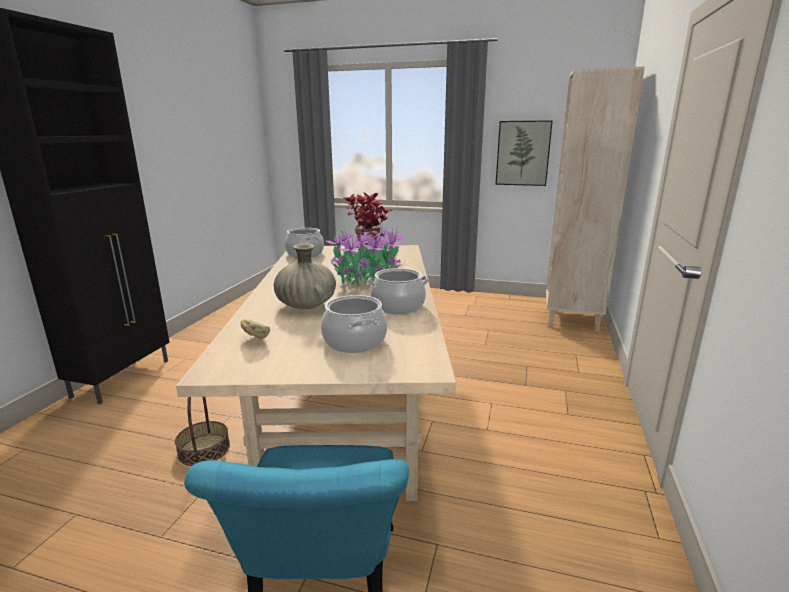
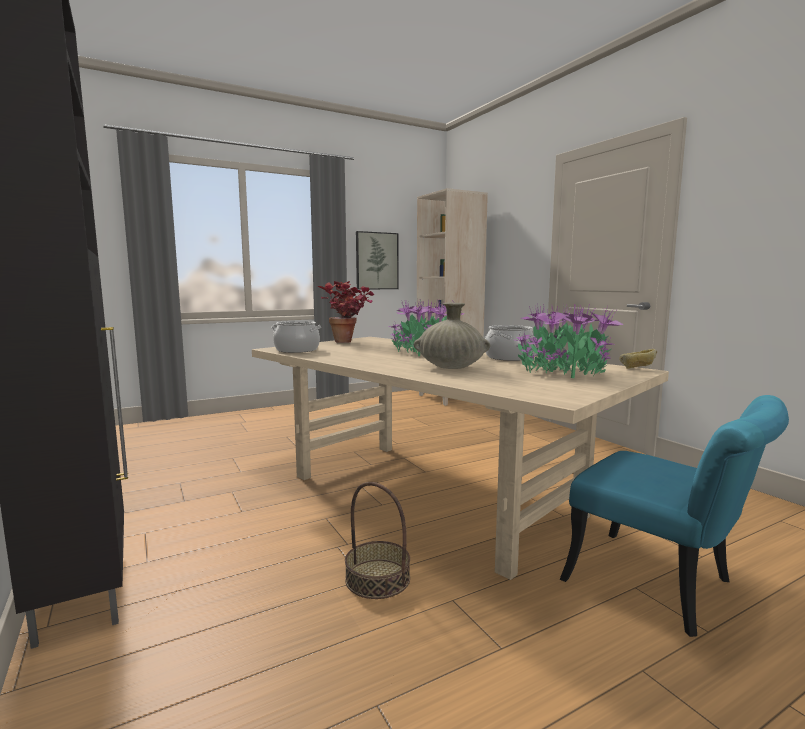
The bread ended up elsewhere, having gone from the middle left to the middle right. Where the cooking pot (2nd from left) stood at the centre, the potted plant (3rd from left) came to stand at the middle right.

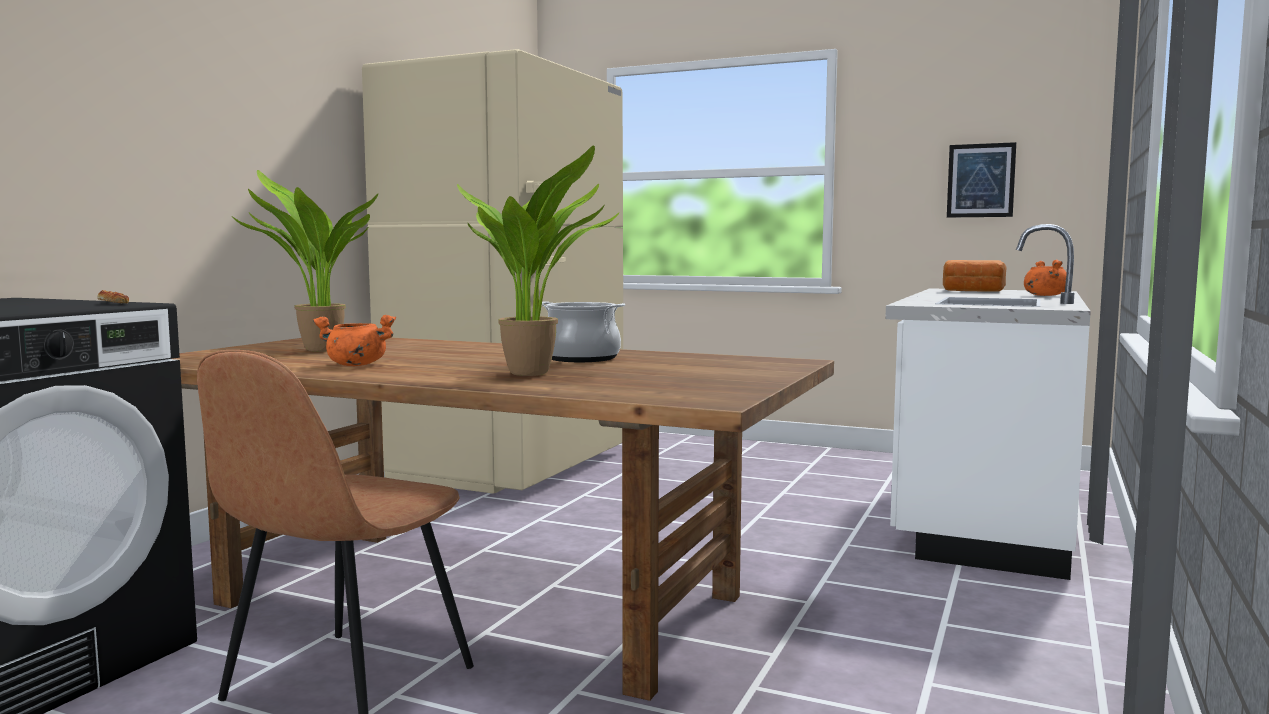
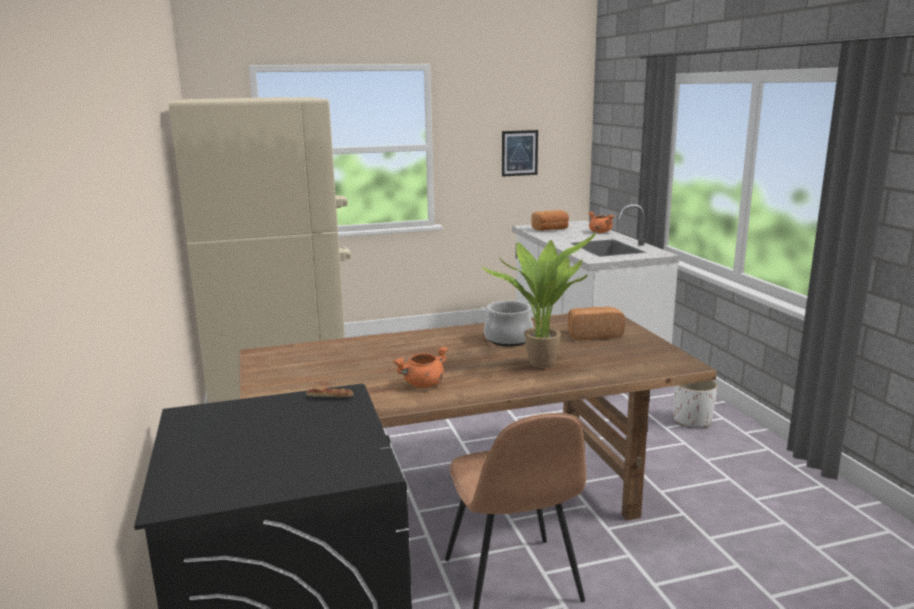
The second view lost the potted plant (1st from left) at the middle left. The second view gained the bread (3rd from left) at the centre. The second view gained the white planter at the middle right.

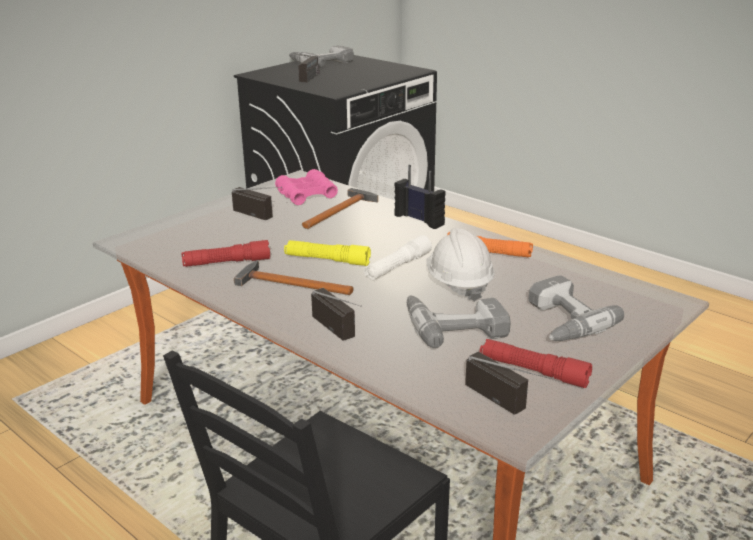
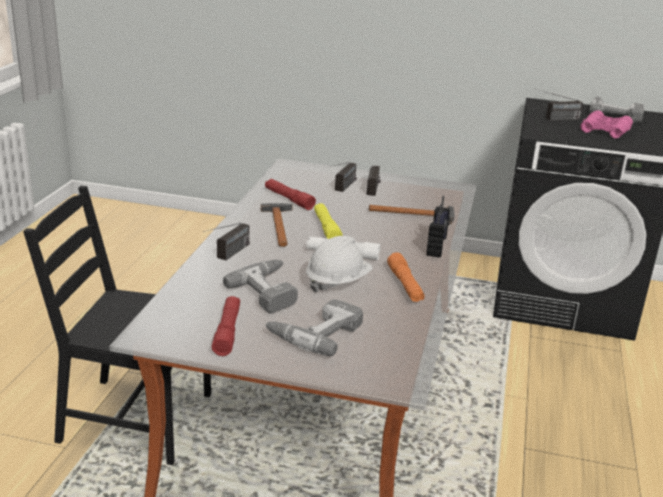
The pink binoculars ended up elsewhere, having gone from the centre to the top right. The radio (5th from left in the first image) ended up elsewhere, having gone from the bottom right to the centre.

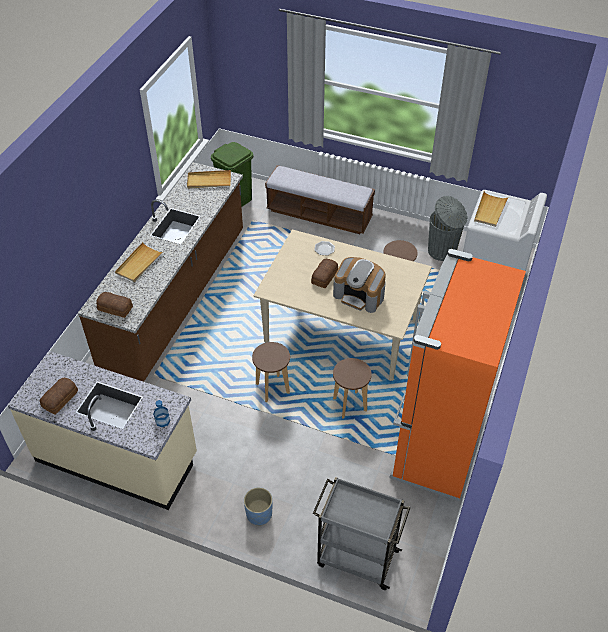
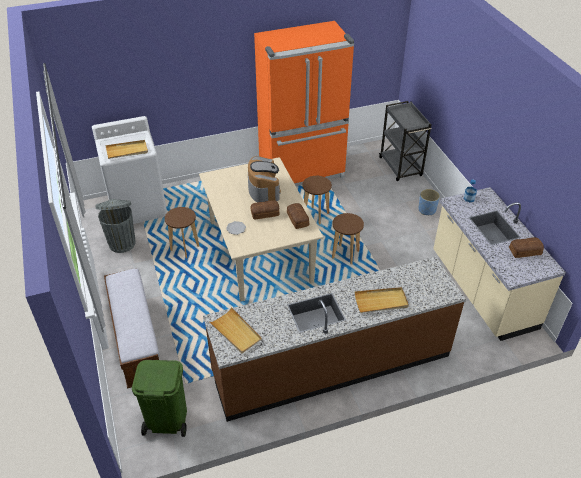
The bread (2nd from left) ended up elsewhere, having gone from the middle left to the centre.

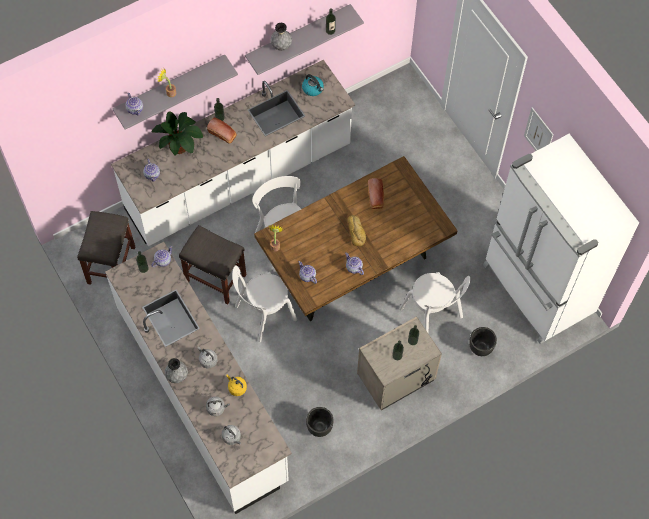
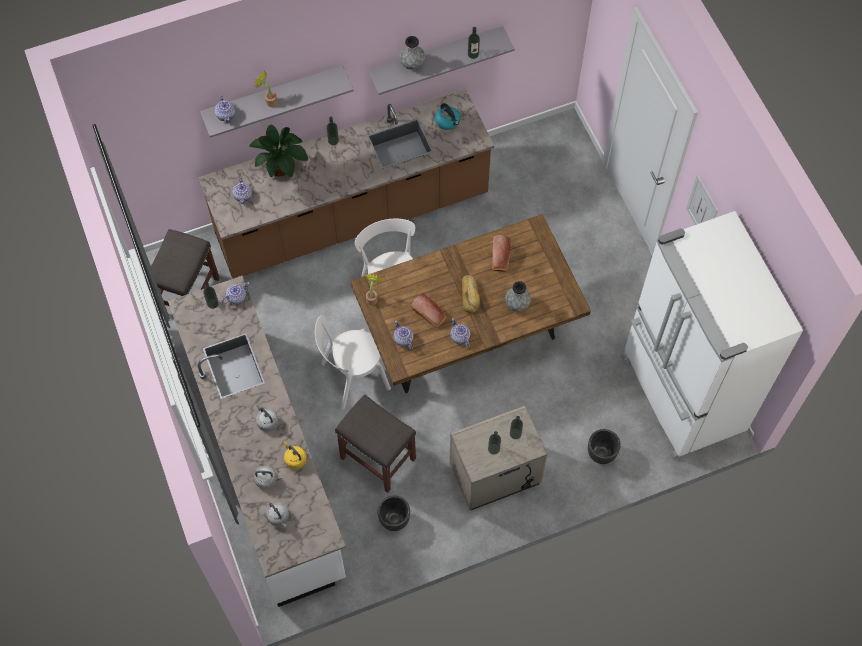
What was the white counter (2nd from left) at the top centre turned into the brown counter at the top centre. The grey vase (1st from left in the first image) ended up elsewhere, having gone from the bottom left to the centre. The grey stool (2nd from left) ended up elsewhere, having gone from the middle left to the bottom centre. The bread (1st from left) ended up elsewhere, having gone from the top centre to the centre. The second view lost the white chair (3rd from left) at the middle right.

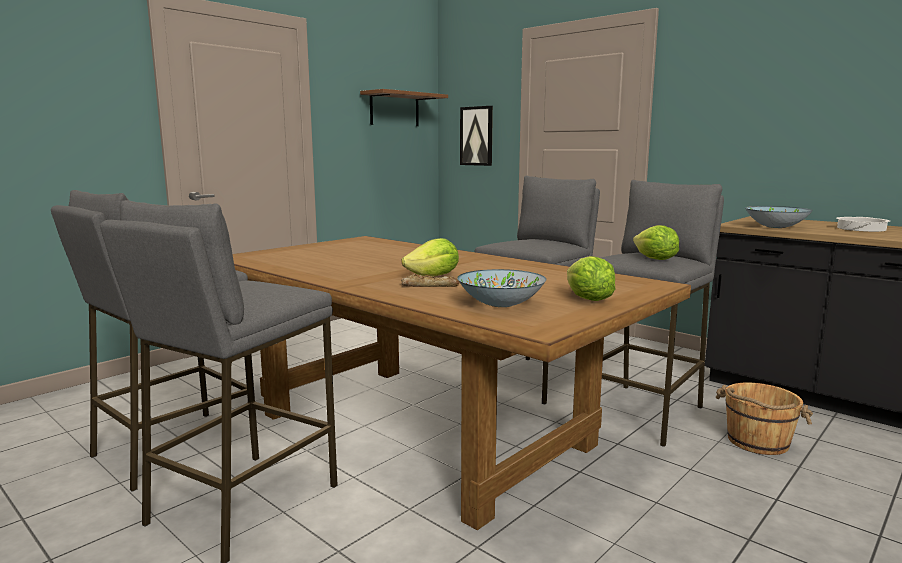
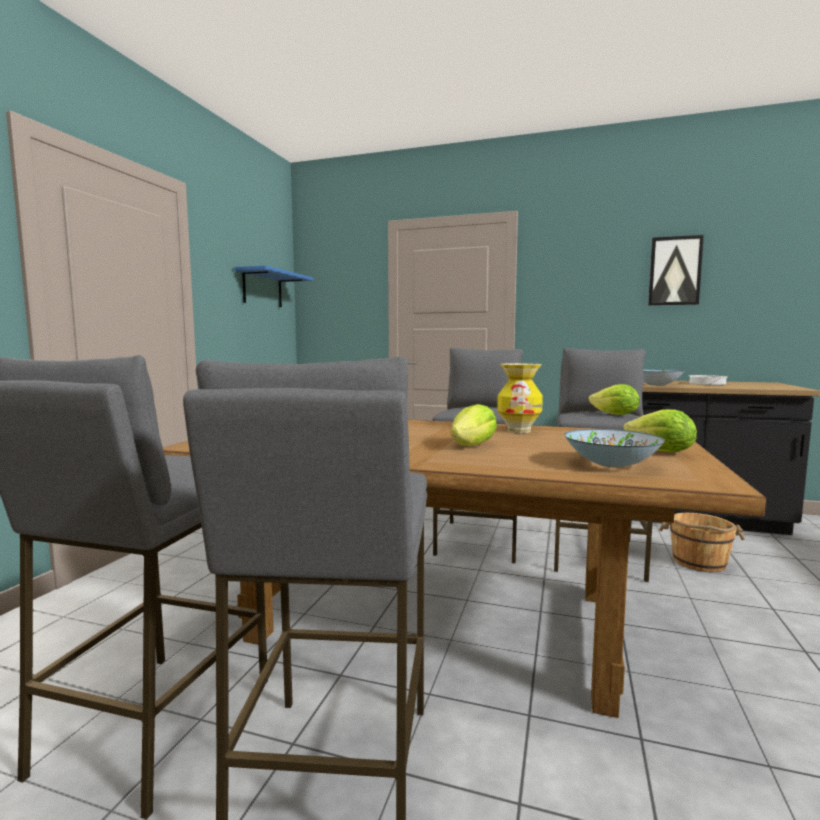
What was the brown shelf at the top centre turned into the blue shelf at the middle left. The second view lost the bread at the centre. The picture ended up elsewhere, having gone from the top centre to the top right. The second view gained the vase at the centre.

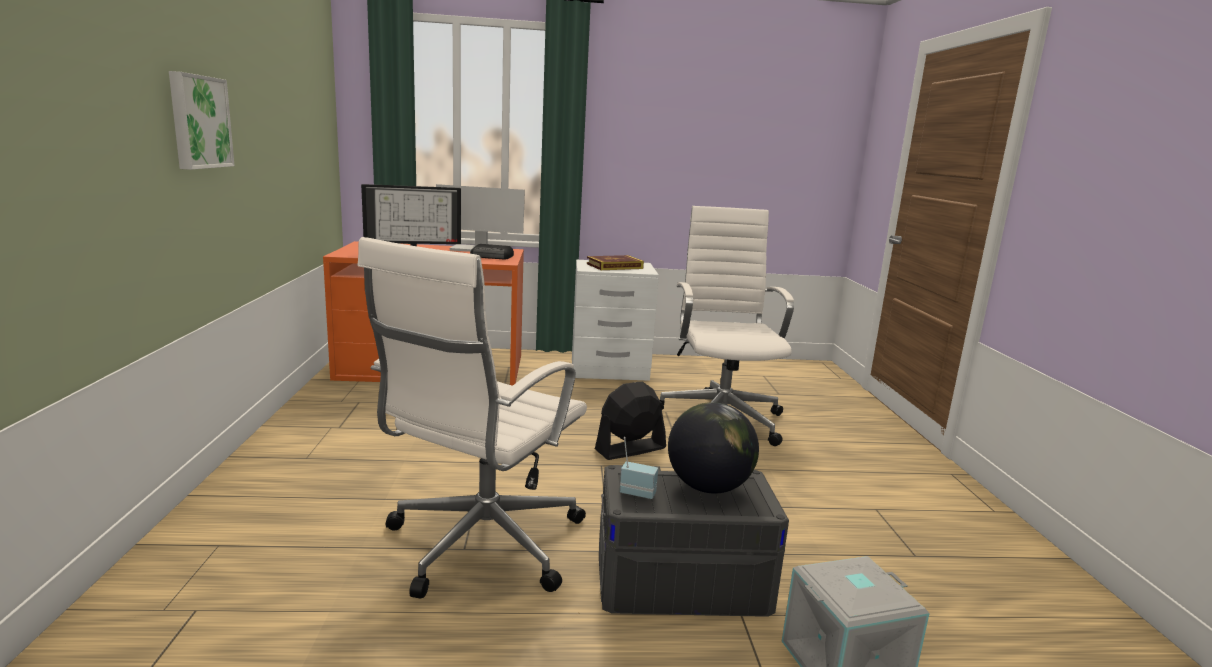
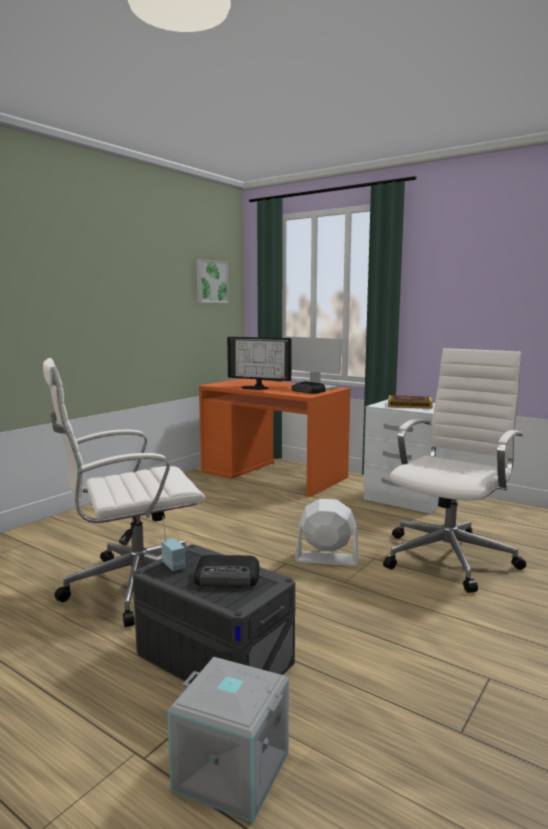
The picture ended up elsewhere, having gone from the top left to the centre. What was the black fan at the centre turned into the white fan at the centre. Where the globe stood at the bottom centre, the radio (2nd from left) came to stand at the bottom centre.

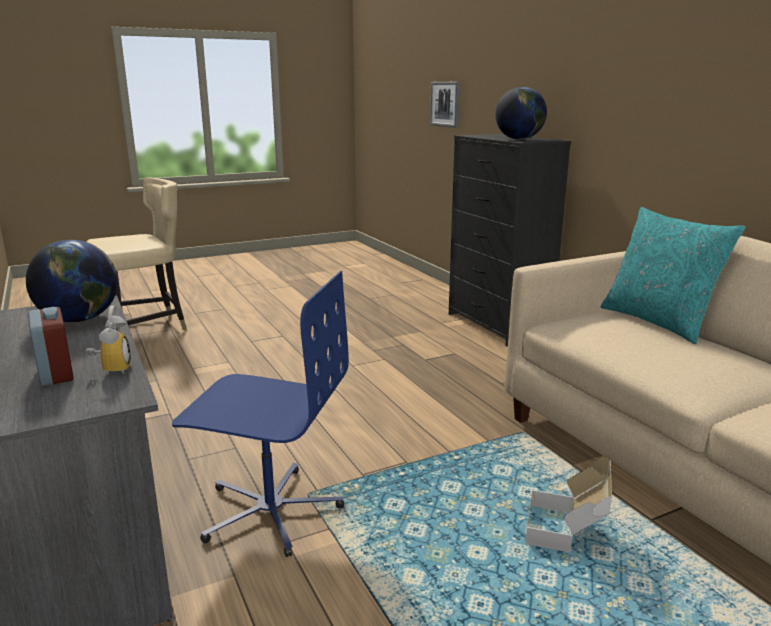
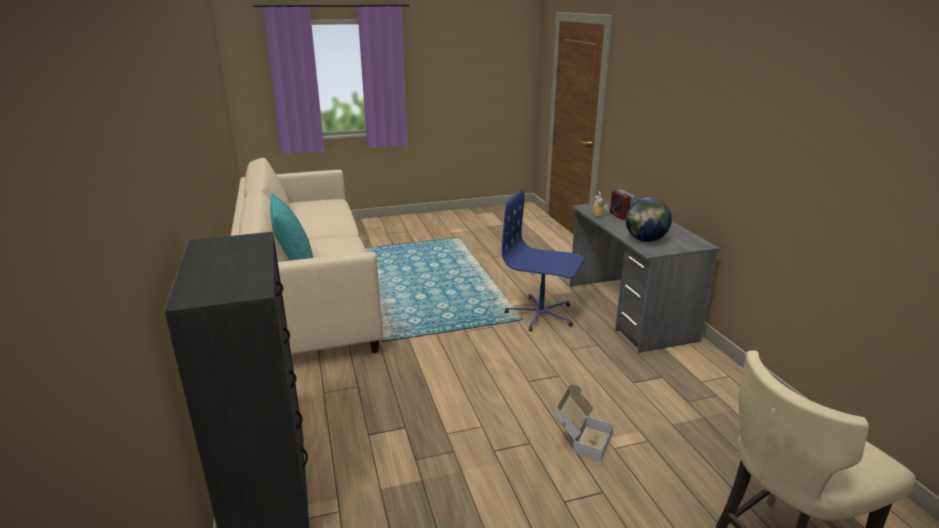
The second view lost the picture at the top centre. The second view lost the globe (2nd from left) at the top right. The cardboard box ended up elsewhere, having gone from the bottom right to the bottom centre.

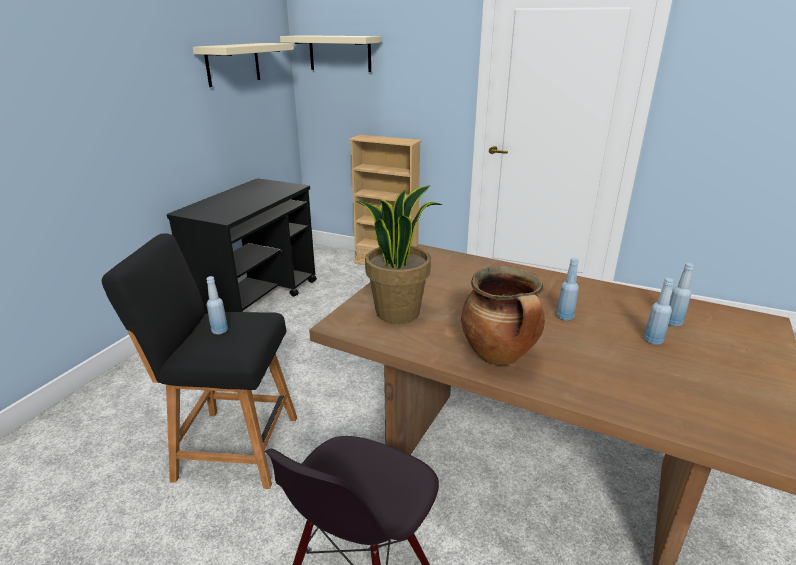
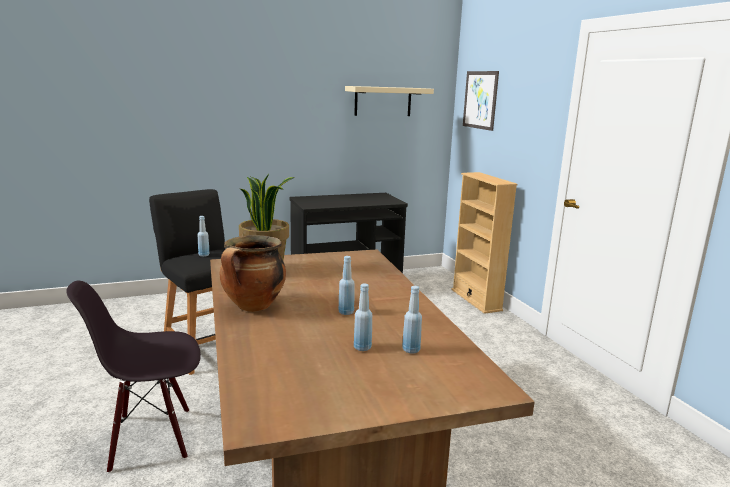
Where the beige shelf (2nd from left) hung at the top centre, the picture came to hang at the top centre.

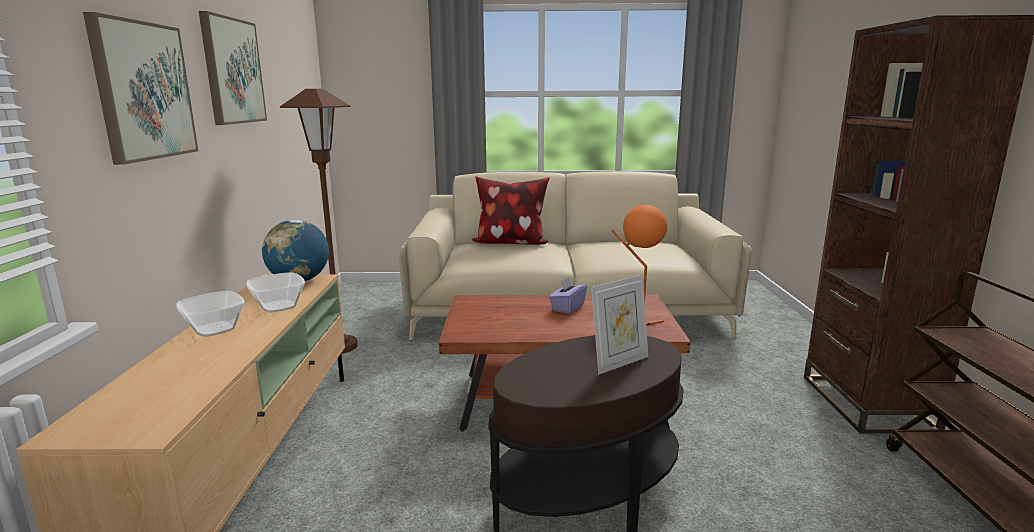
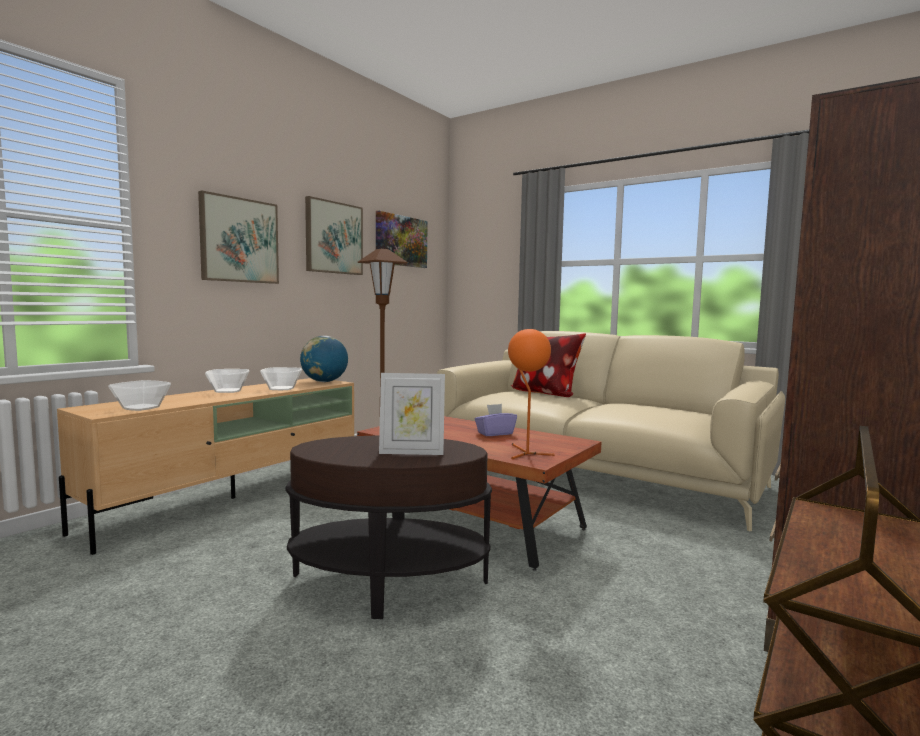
The second view gained the bowl (1st from left) at the middle left. The second view gained the picture (3rd from left) at the top centre.

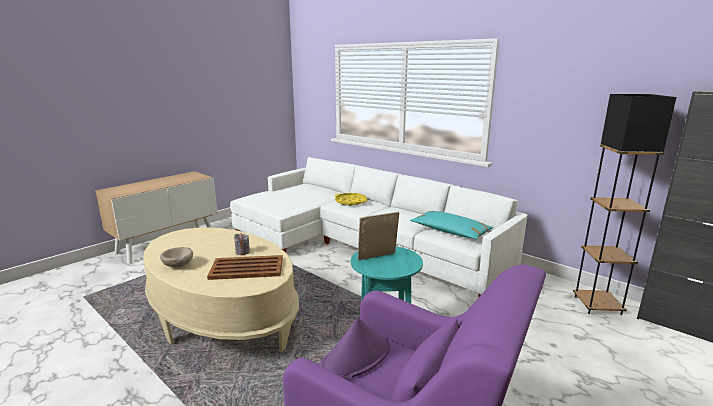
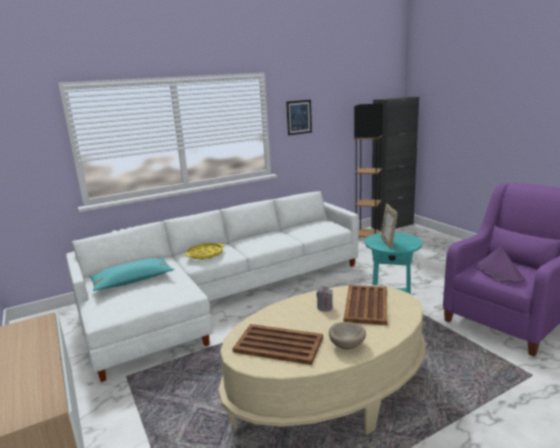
The turquoise pillow ended up elsewhere, having gone from the centre to the middle left. The second view gained the brown tray (1st from left) at the bottom centre. The second view gained the picture at the top centre.

